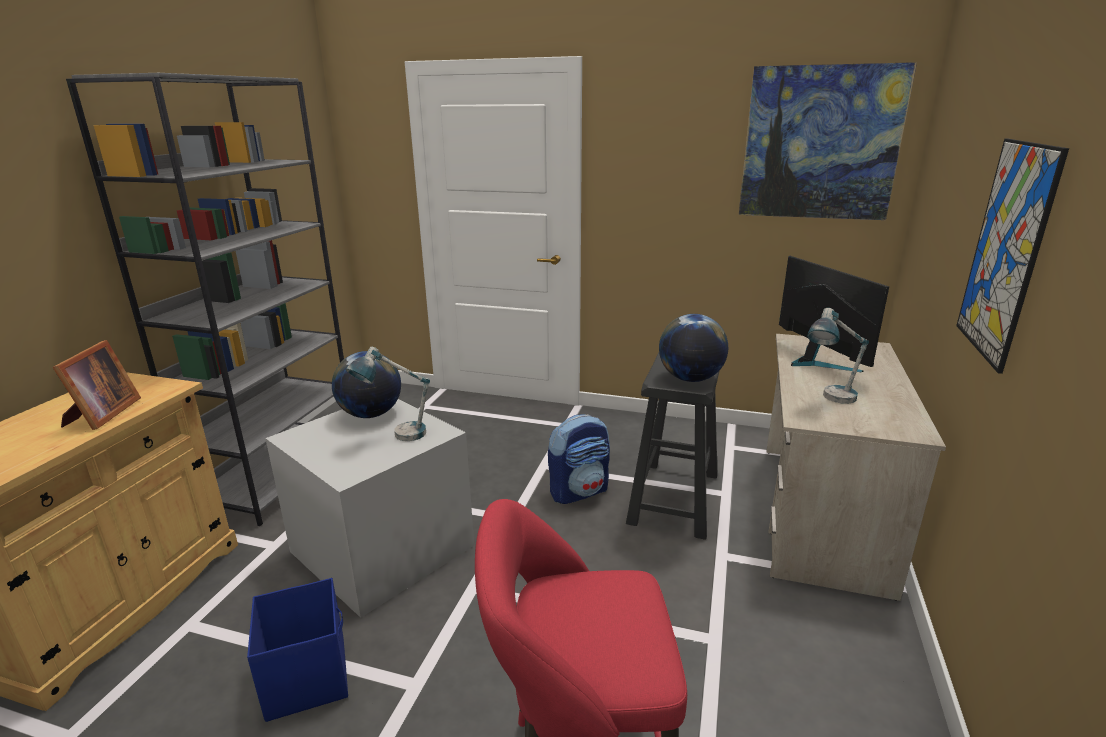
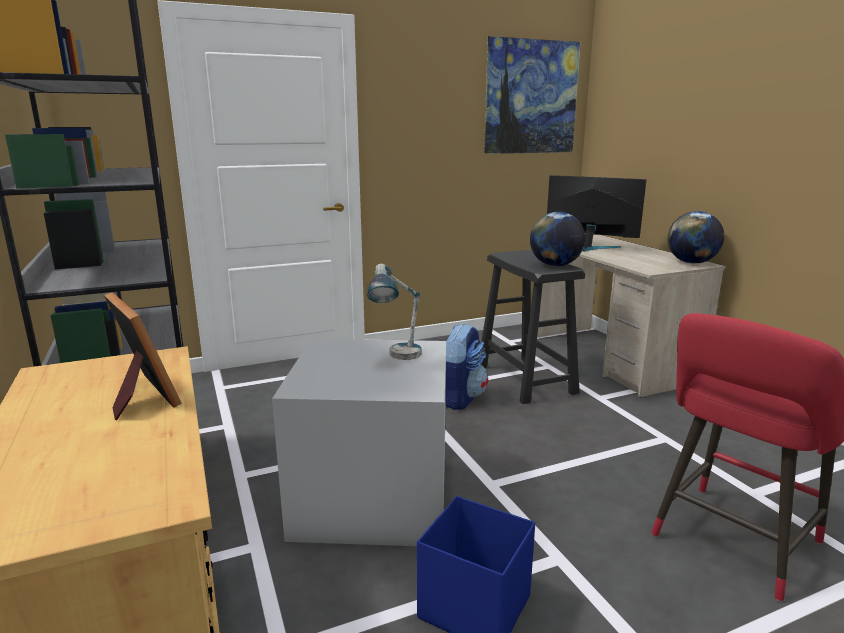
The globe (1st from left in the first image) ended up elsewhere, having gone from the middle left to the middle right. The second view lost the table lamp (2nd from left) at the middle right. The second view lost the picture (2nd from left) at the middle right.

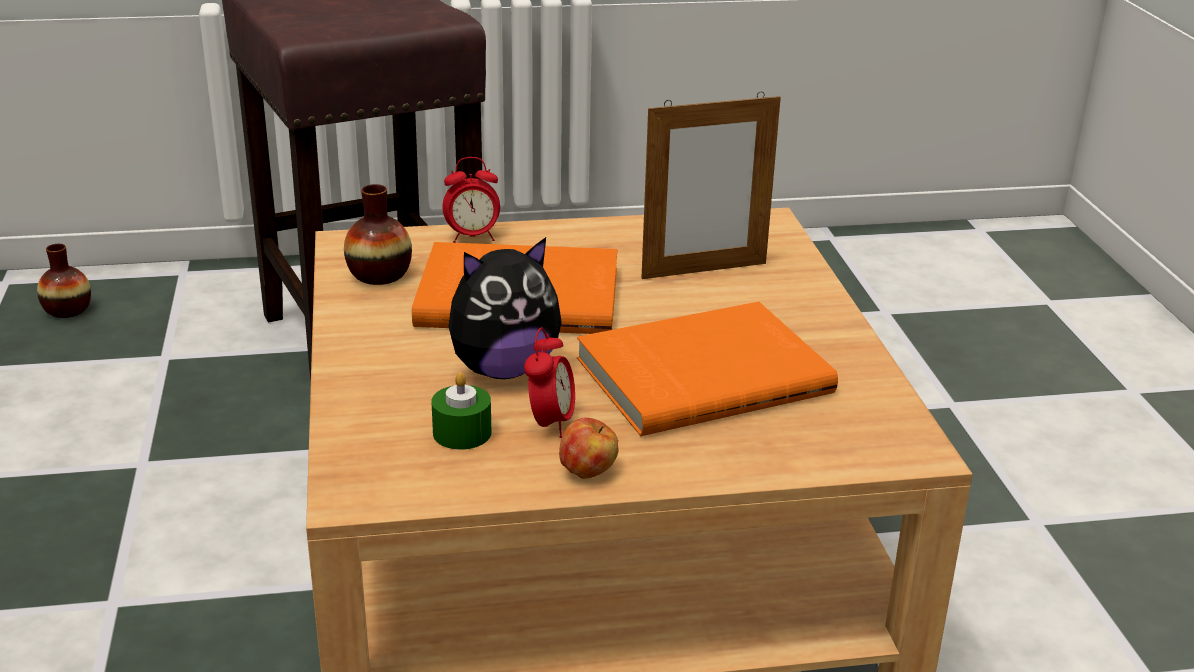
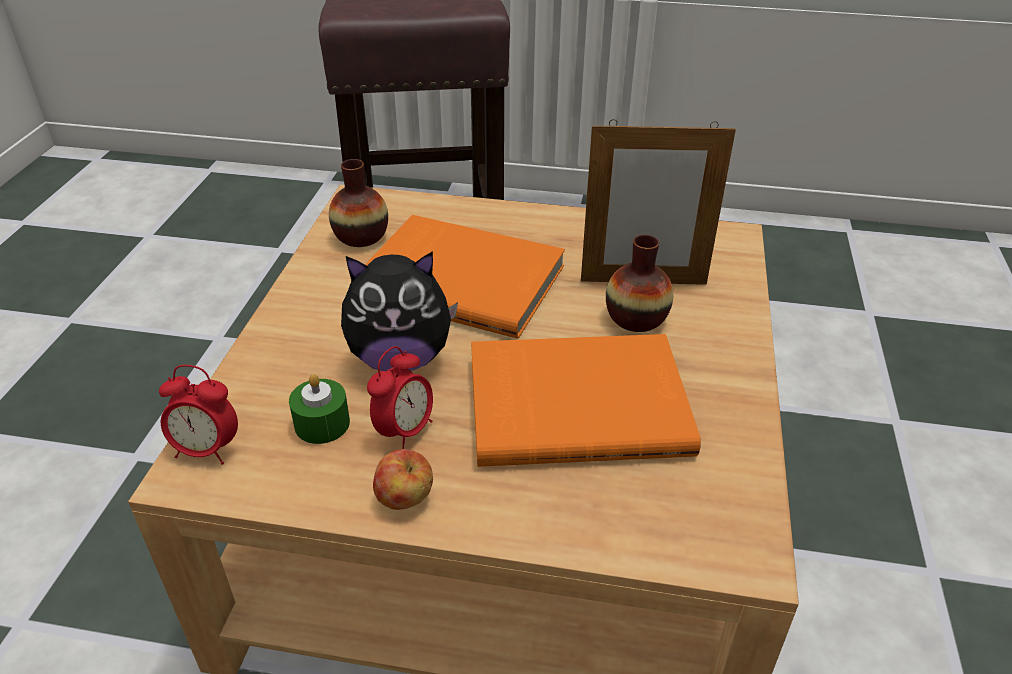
The vase (1st from left in the first image) ended up elsewhere, having gone from the middle left to the centre. The alarm clock (1st from left) ended up elsewhere, having gone from the top centre to the middle left.

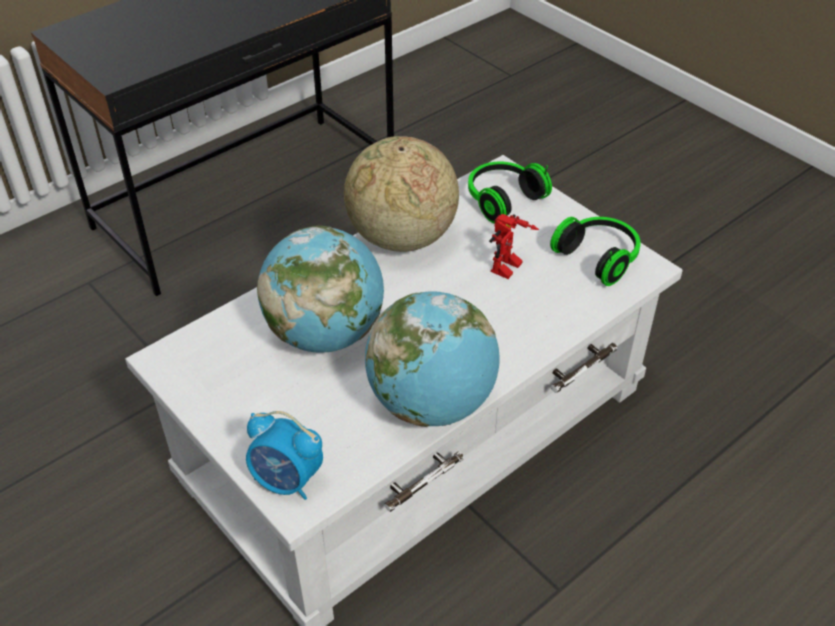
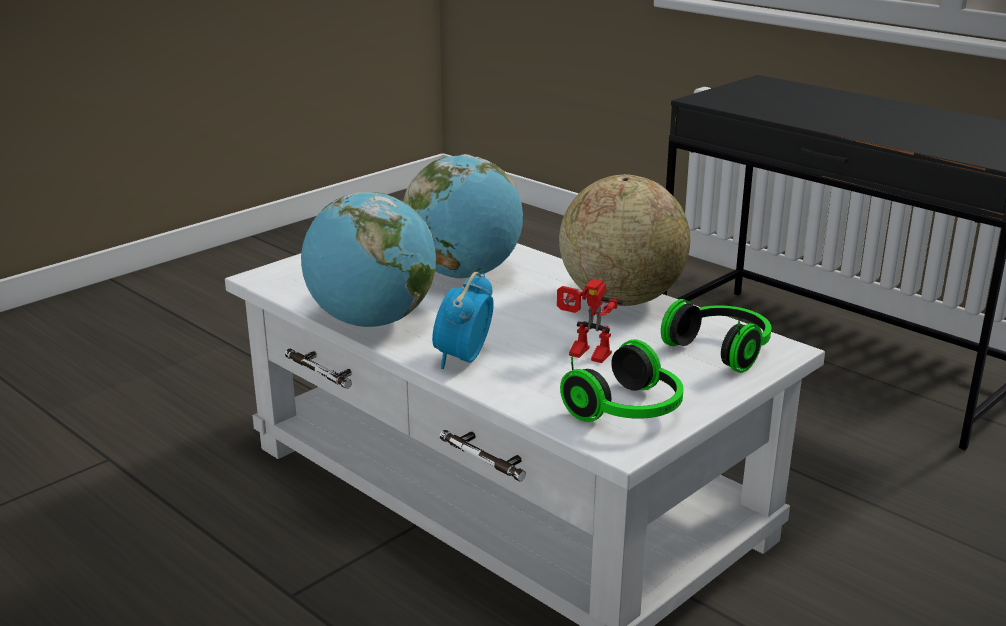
The alarm clock ended up elsewhere, having gone from the bottom centre to the centre.

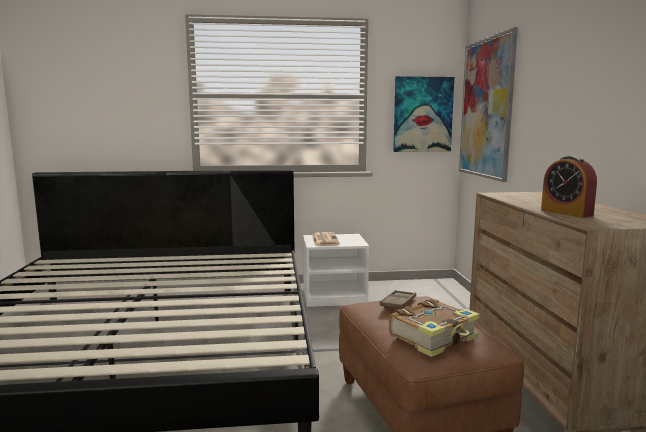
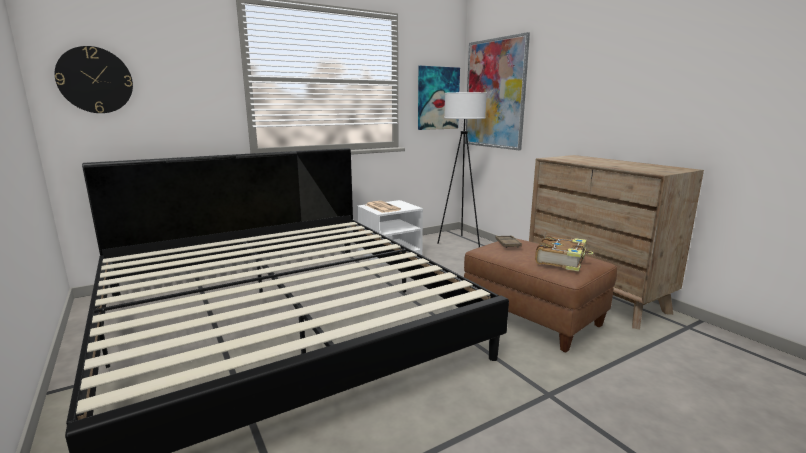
The second view lost the alarm clock at the middle right. The second view gained the wall clock at the top left. The second view gained the white floor lamp at the centre.

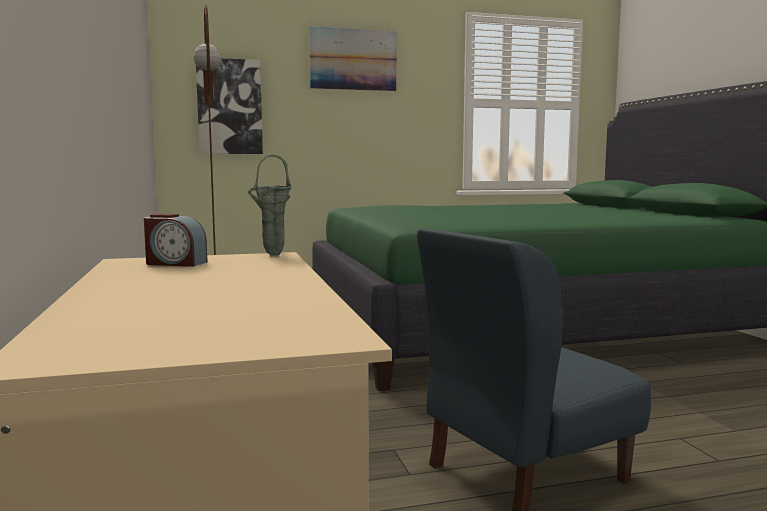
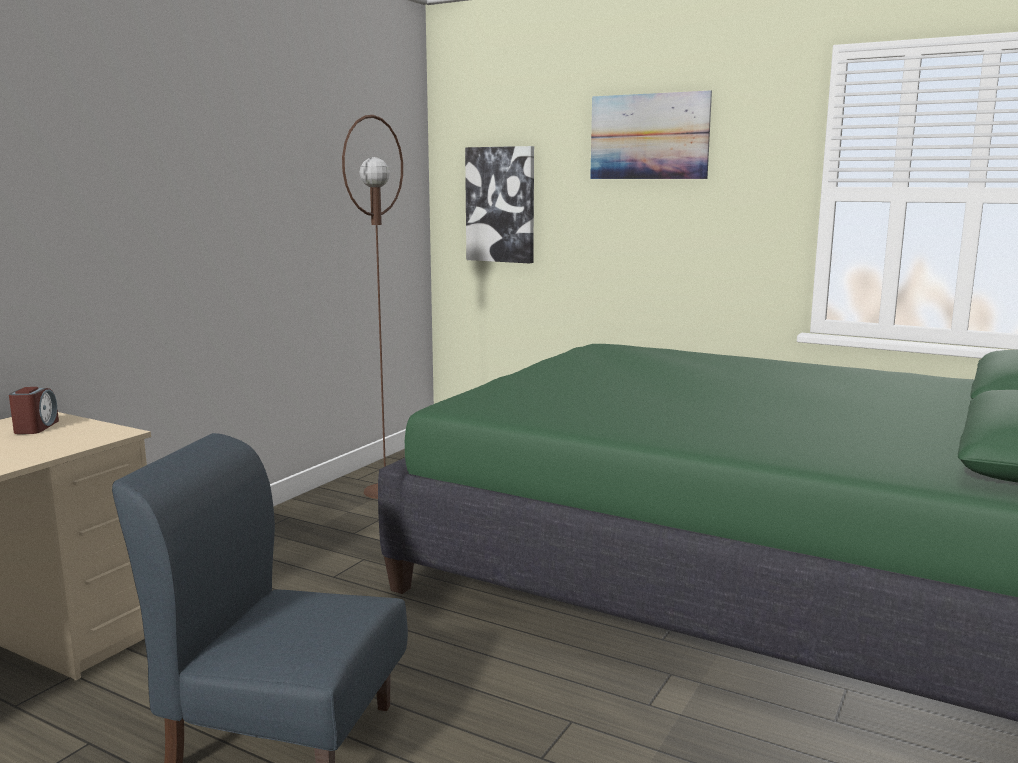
The alarm clock at the middle left ended up facing another way, 150 degrees counterclockwise from before. The second view lost the green vase at the centre.

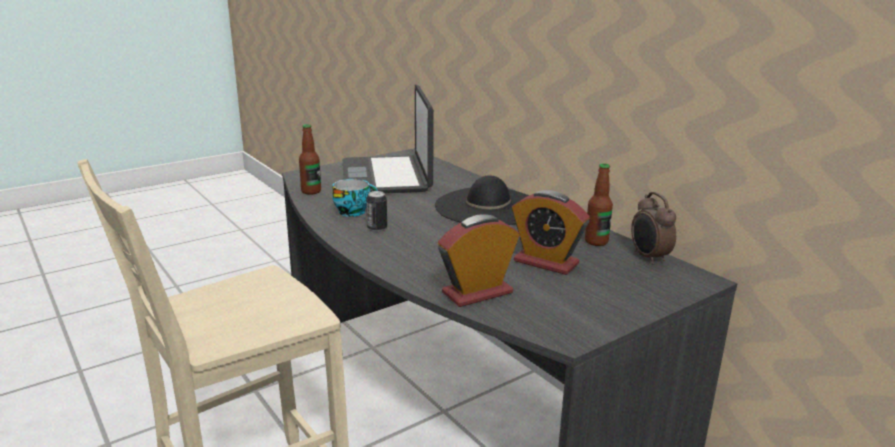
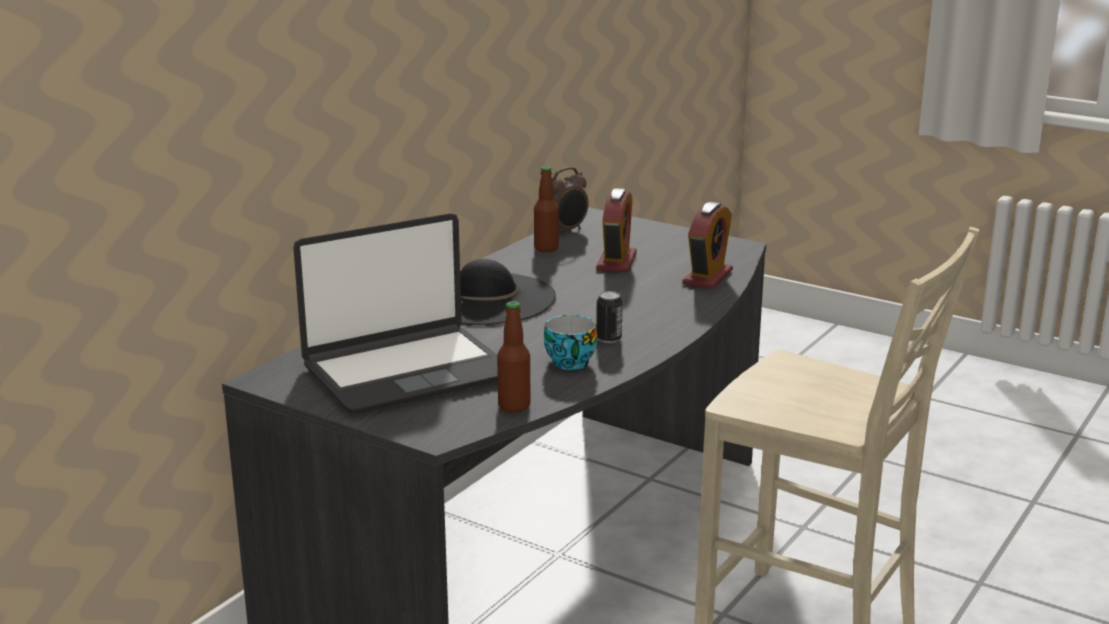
The alarm clock (1st from left in the first image) at the centre ended up facing another way, 105 degrees counterclockwise from before.

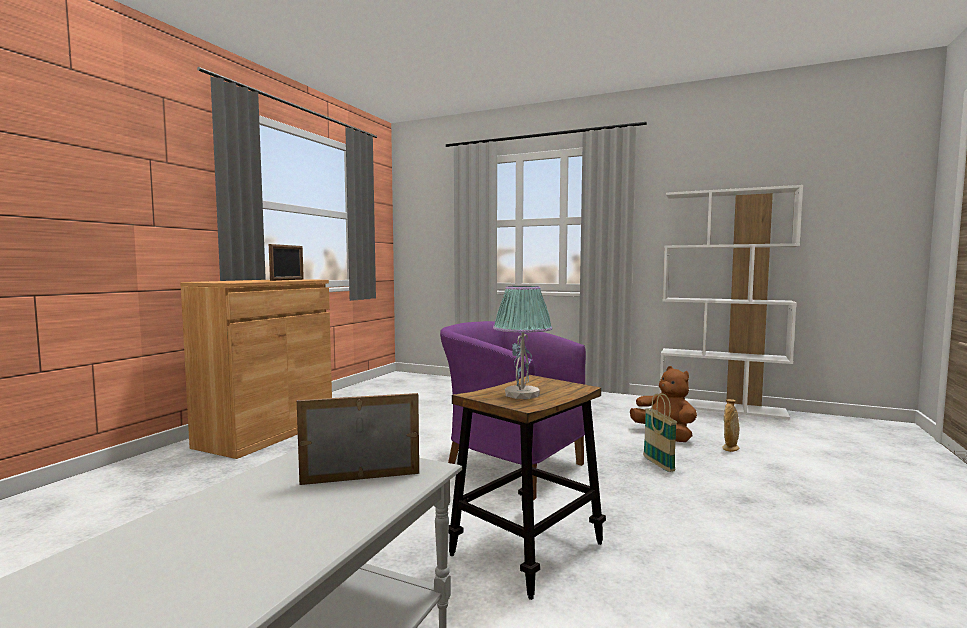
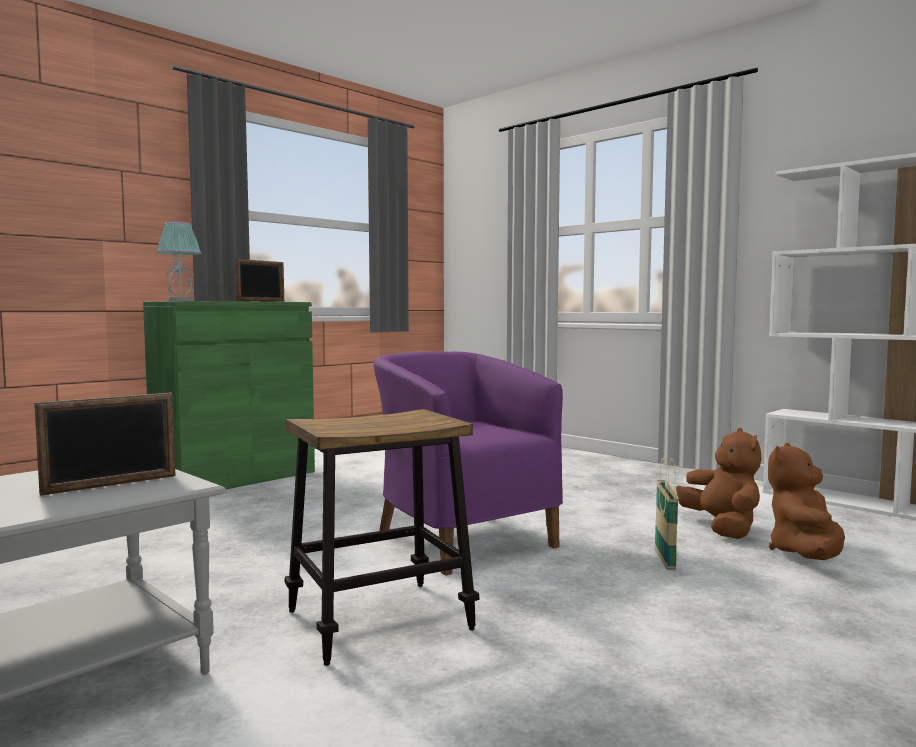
What was the brown cabinet at the middle left turned into the green cabinet at the middle left. The picture frame (2nd from left in the first image) at the bottom centre ended up facing another way, 135 degrees clockwise from before. The table lamp ended up elsewhere, having gone from the centre to the middle left. Where the beige vase stood at the bottom right, the brown plush toy (2nd from left) came to stand at the bottom right.

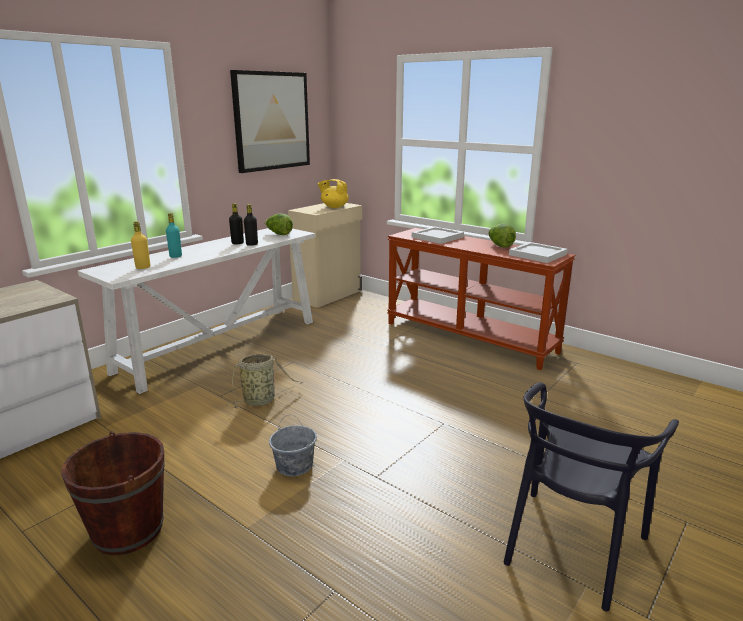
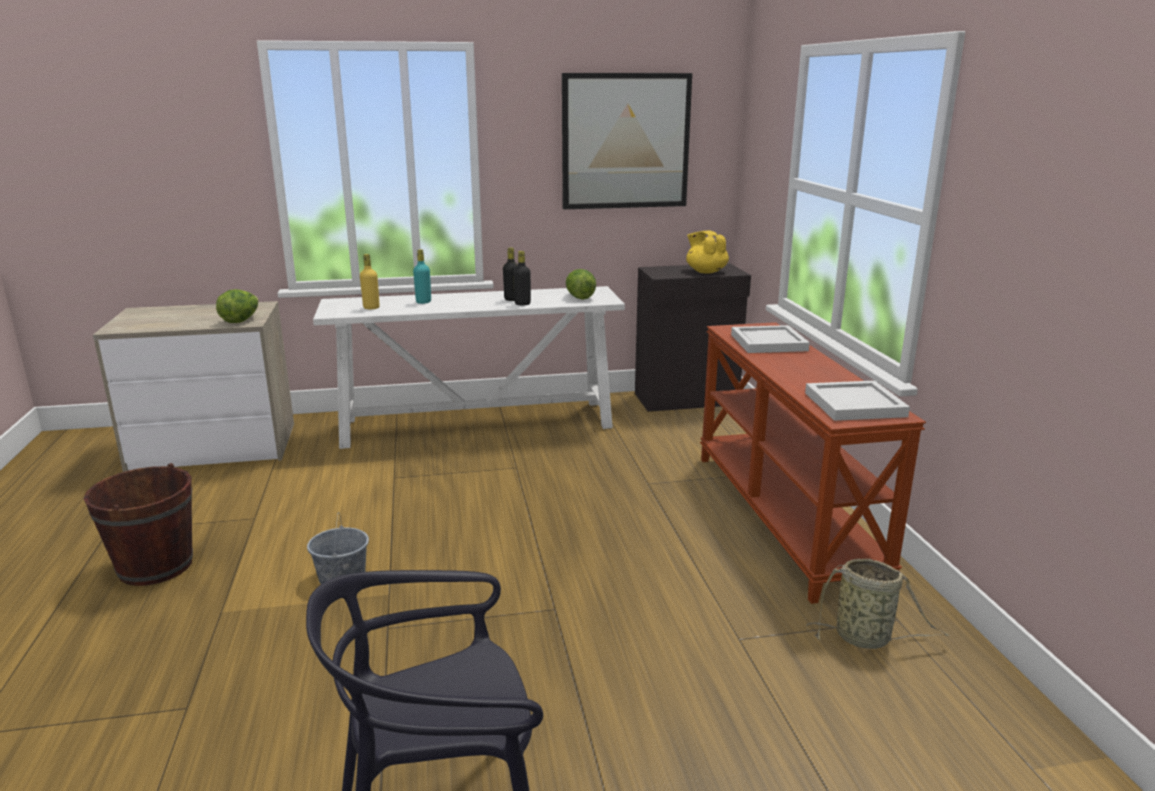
The basket ended up elsewhere, having gone from the centre to the bottom right. What was the beige cabinet at the centre turned into the black cabinet at the centre. The lettuce (2nd from left in the first image) ended up elsewhere, having gone from the middle right to the middle left.

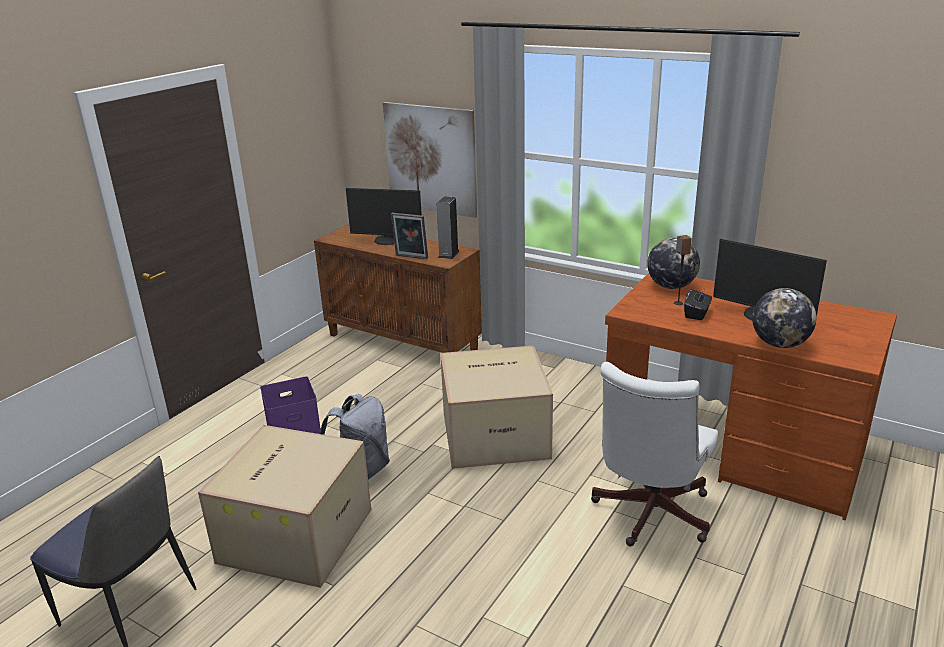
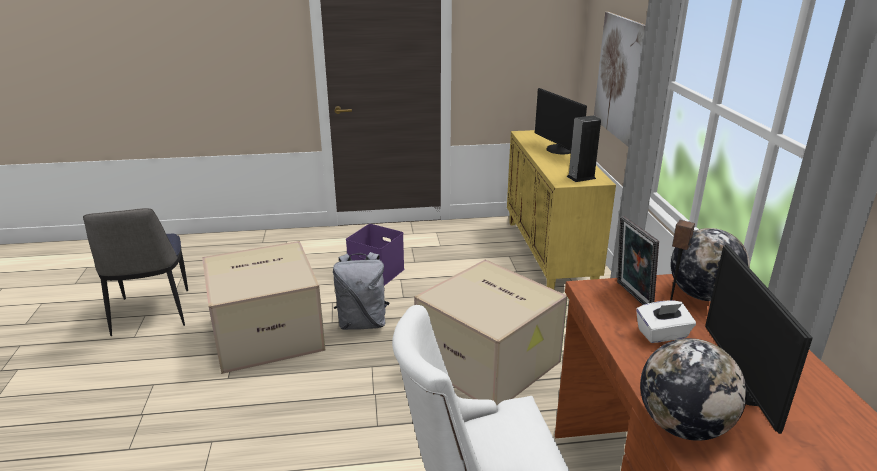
What was the brown cabinet at the centre turned into the yellow cabinet at the centre. The picture frame ended up elsewhere, having gone from the centre to the middle right. What was the black tissue box at the middle right turned into the white tissue box at the bottom right.

